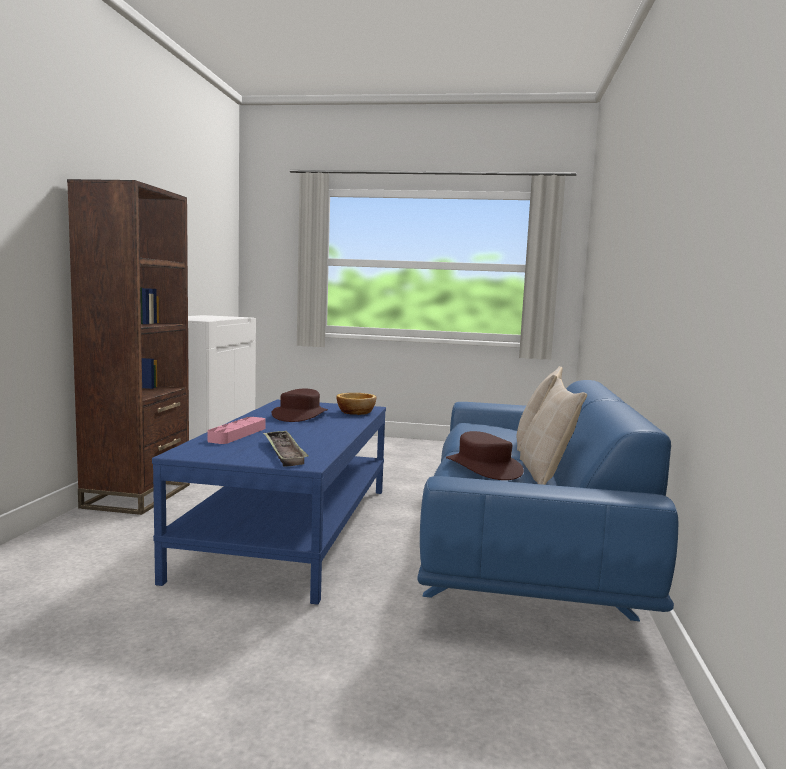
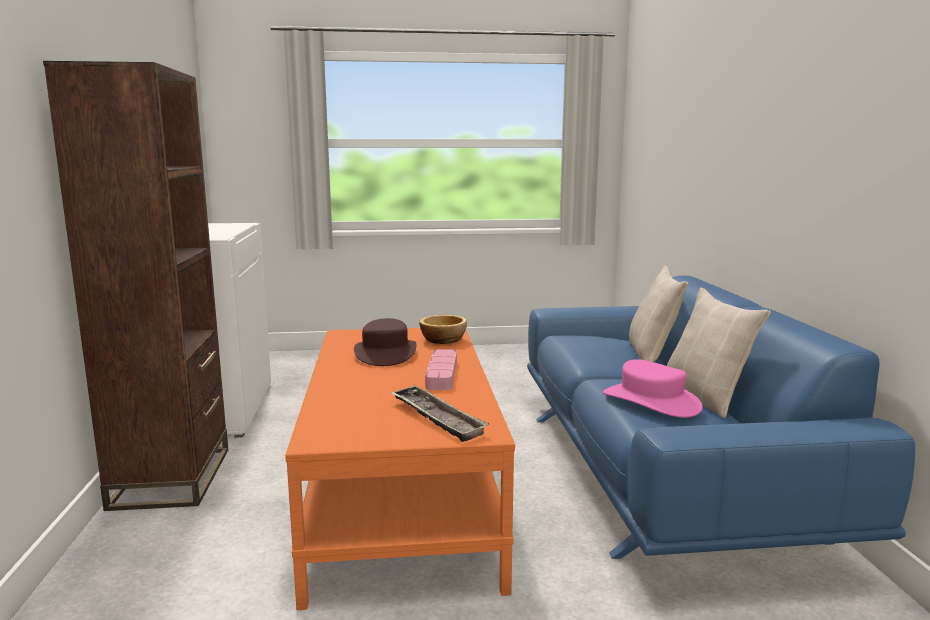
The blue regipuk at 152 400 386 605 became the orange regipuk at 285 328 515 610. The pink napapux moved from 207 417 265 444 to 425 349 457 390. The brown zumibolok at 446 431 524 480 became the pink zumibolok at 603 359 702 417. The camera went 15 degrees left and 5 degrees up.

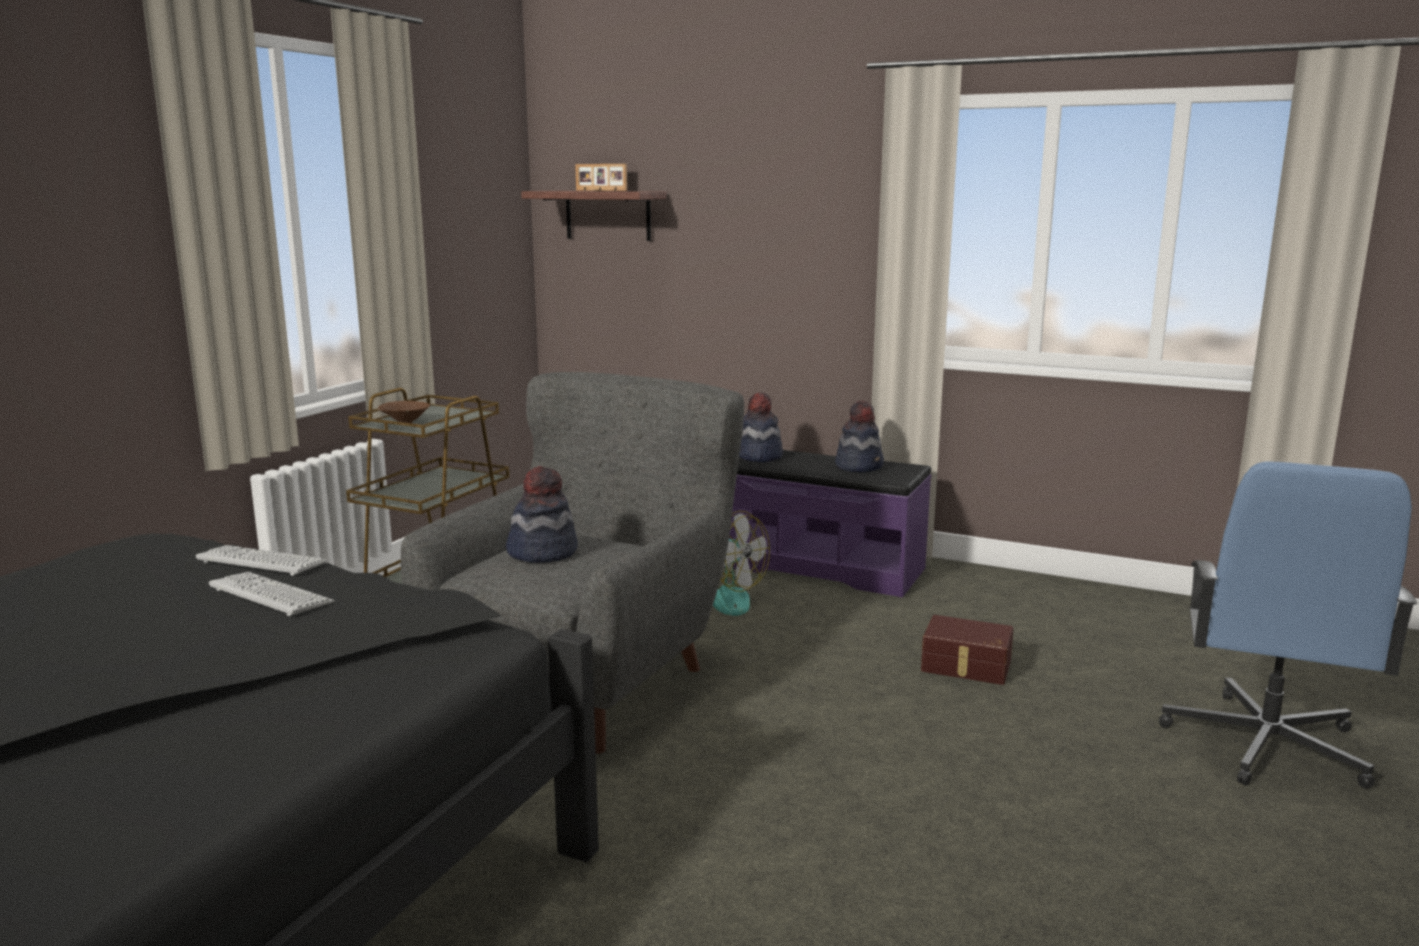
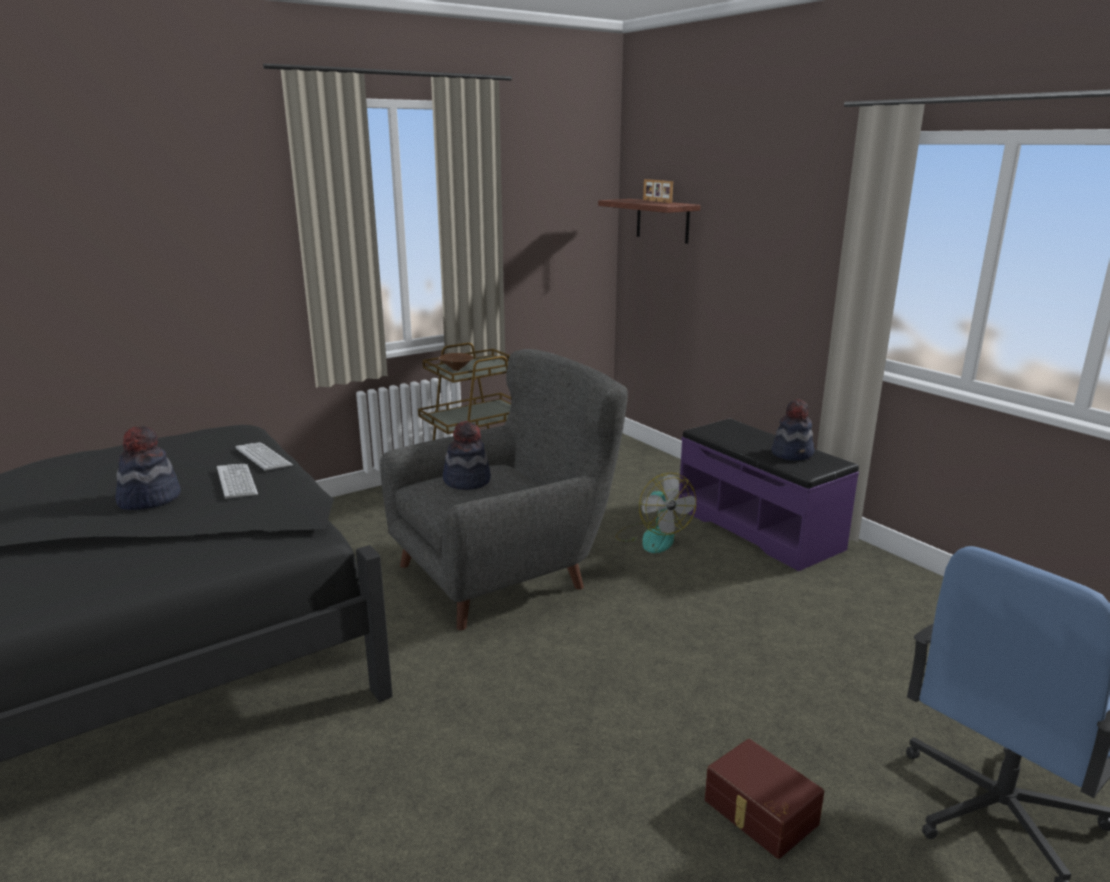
The zumibolok moved from 739 392 783 462 to 115 426 181 510. The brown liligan moved from 921 615 1014 685 to 705 739 824 859. The camera went 30 degrees right and 5 degrees up.

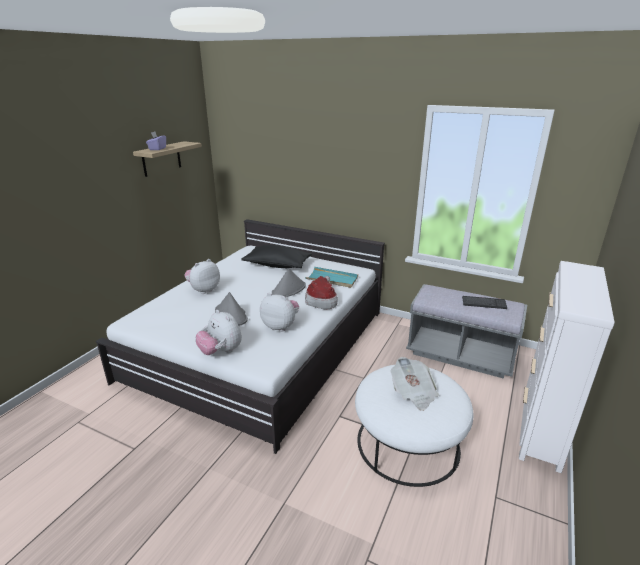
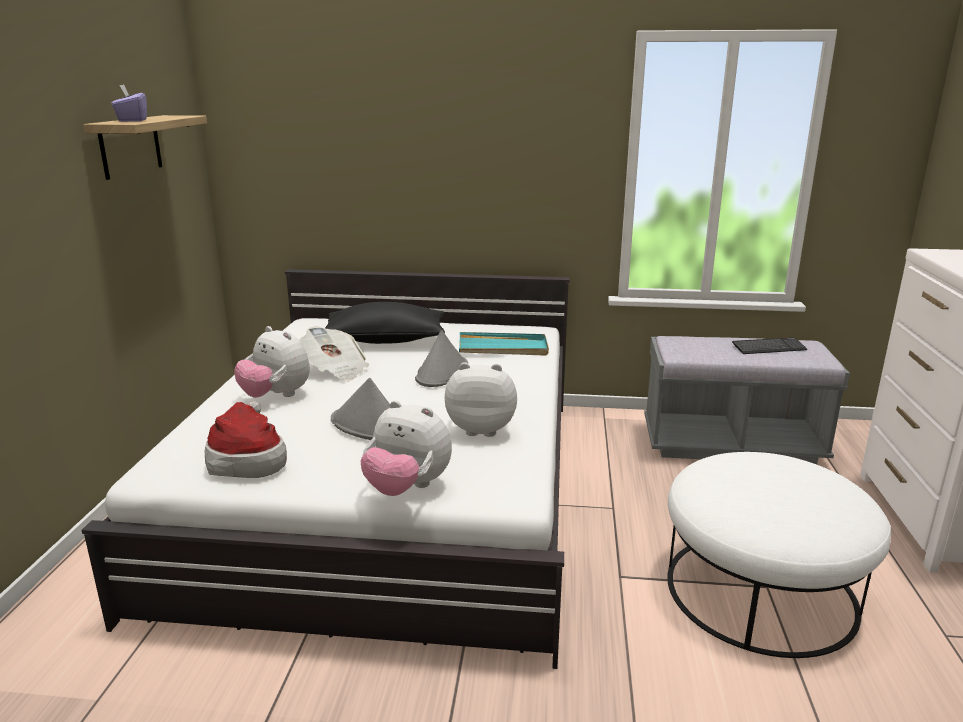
The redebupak at 184 259 220 294 turned 75 degrees counterclockwise. The zumibolok moved from 305 276 338 310 to 205 401 287 478. The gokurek moved from 391 357 439 411 to 299 326 369 382. The camera went 20 degrees left and 5 degrees down.

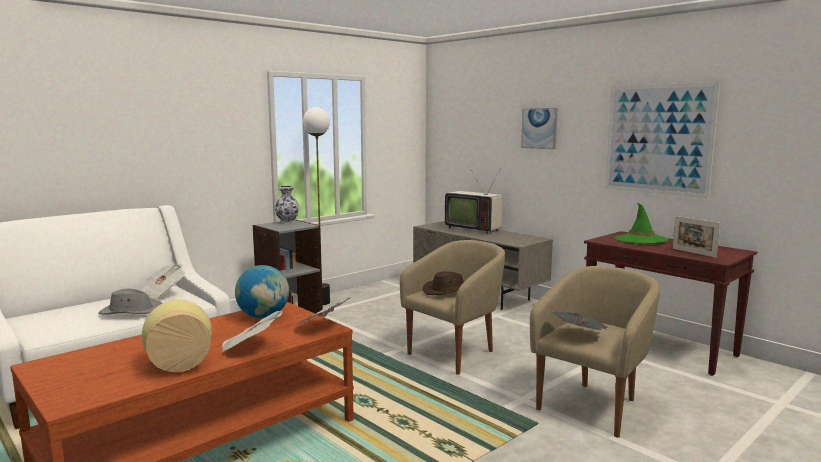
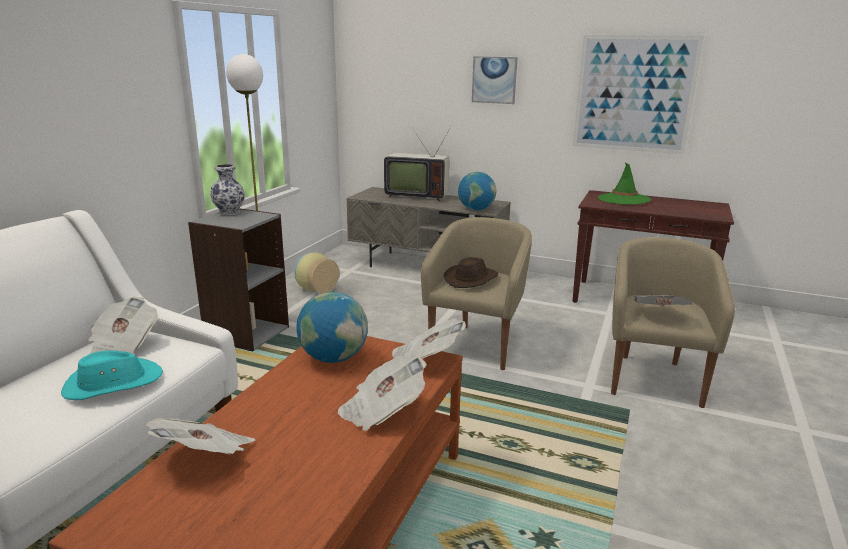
The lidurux at 672 216 720 258 disappeared. The grey zumibolok at 98 289 162 314 became the turquoise zumibolok at 61 351 163 400. The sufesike moved from 142 300 212 372 to 294 252 340 293. The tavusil at 458 172 496 210 appeared. The gokurek at 146 418 256 454 appeared. The camera went 25 degrees left and 10 degrees up.

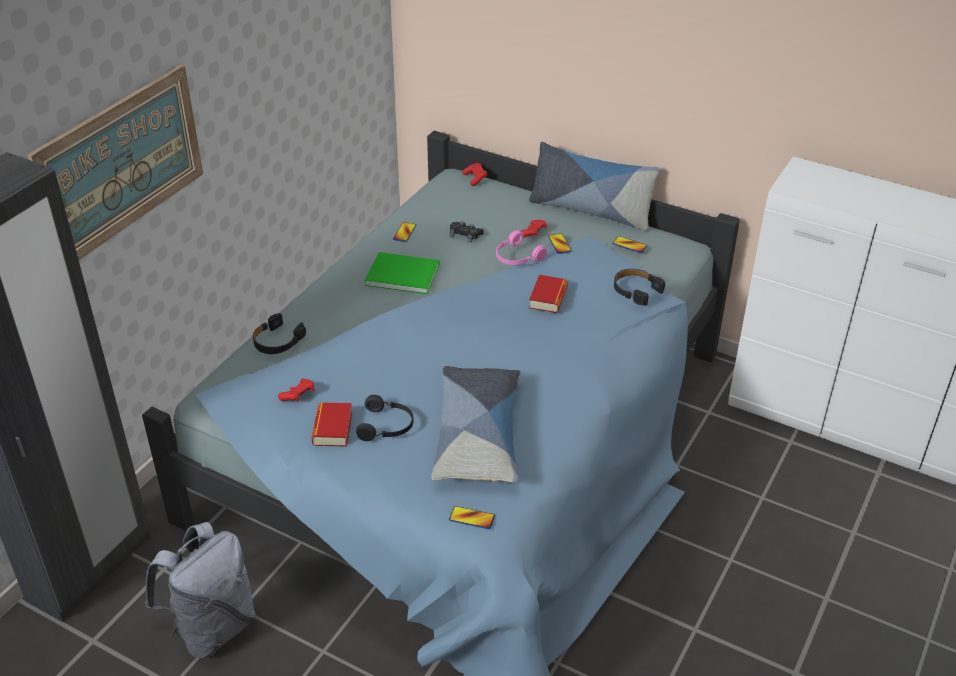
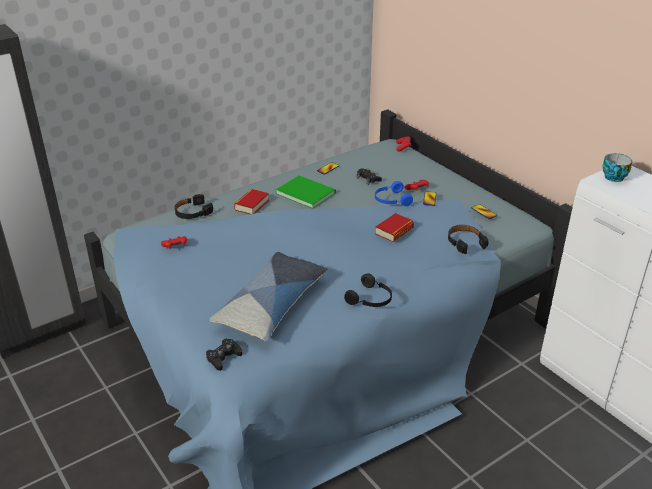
The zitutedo at 27 65 203 260 disappeared. The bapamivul at 529 142 660 231 disappeared. The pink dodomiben at 496 230 547 265 became the blue dodomiben at 375 181 413 206. The black dodomiben moved from 356 395 414 441 to 344 273 392 307. The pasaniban moved from 312 403 352 447 to 234 189 269 214. The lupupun at 449 506 495 529 was replaced by the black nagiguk at 206 339 242 371. The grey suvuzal at 145 522 256 658 disappeared. The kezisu at 603 153 632 182 appeared. The camera went 25 degrees right and 5 degrees down.

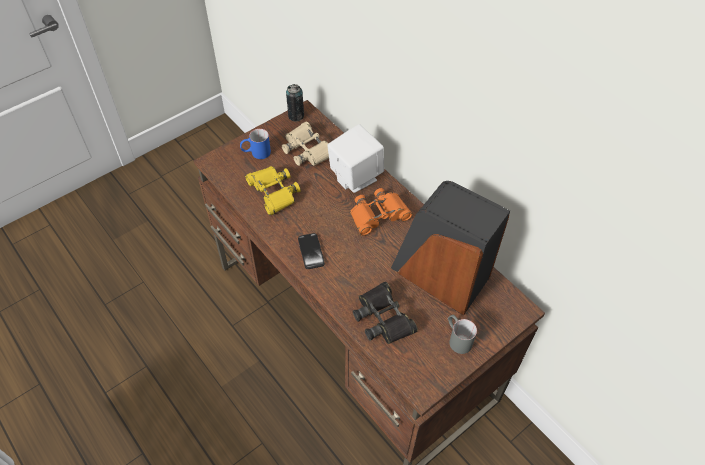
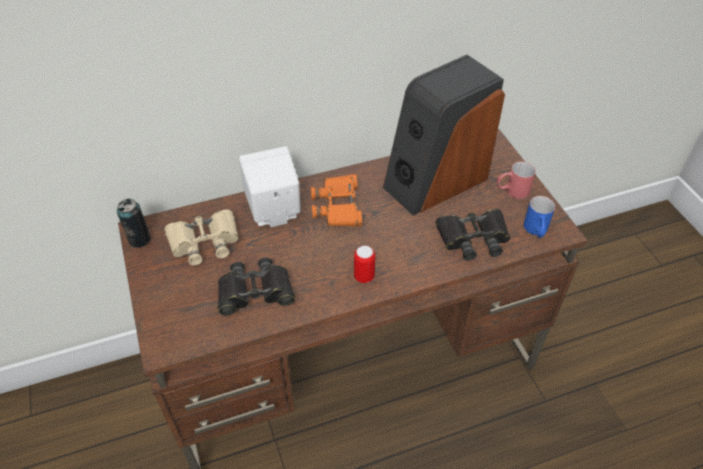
The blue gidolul moved from 240 129 271 159 to 524 196 555 238. The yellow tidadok at 245 166 300 215 became the black tidadok at 218 258 295 316. The lupupun at 298 233 325 269 was replaced by the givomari at 354 246 375 283. The grey gidolul at 448 315 477 354 became the red gidolul at 497 161 536 199. The camera went 70 degrees left and 5 degrees down.

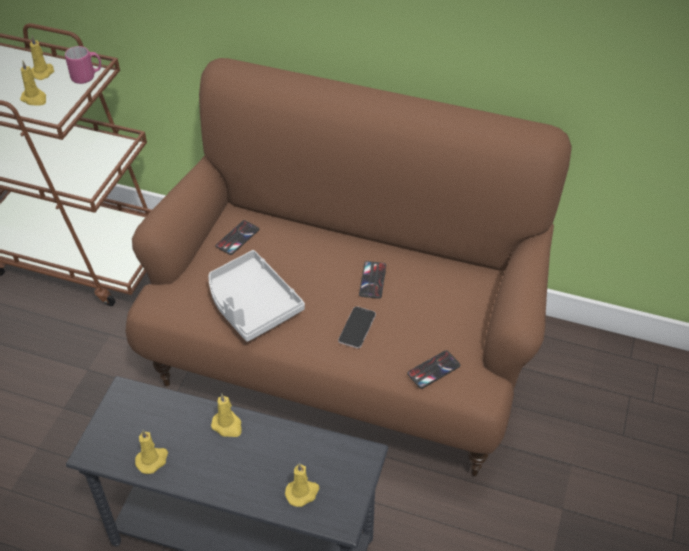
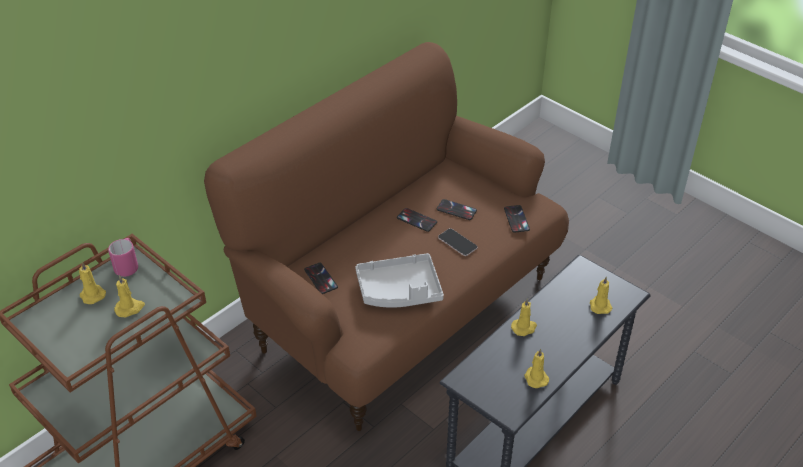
The lupupun at 436 199 477 220 appeared. The camera went 65 degrees left and 5 degrees down.

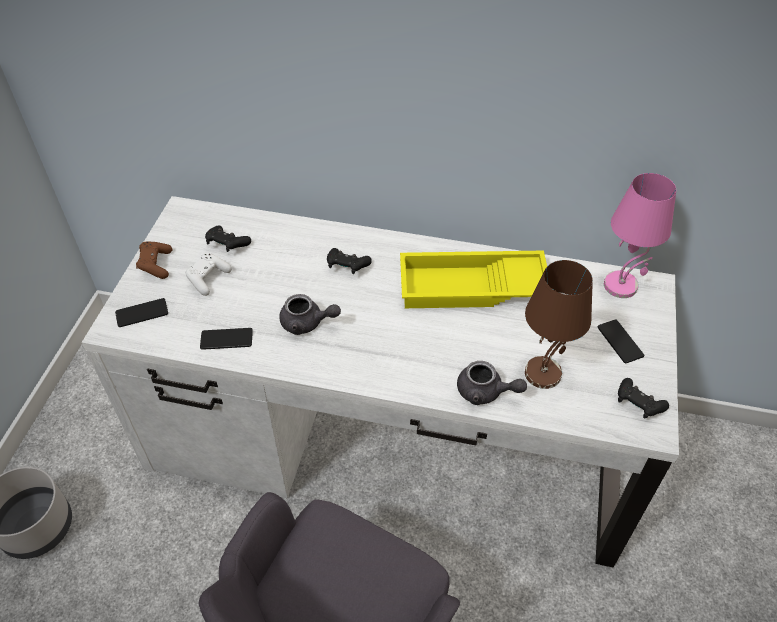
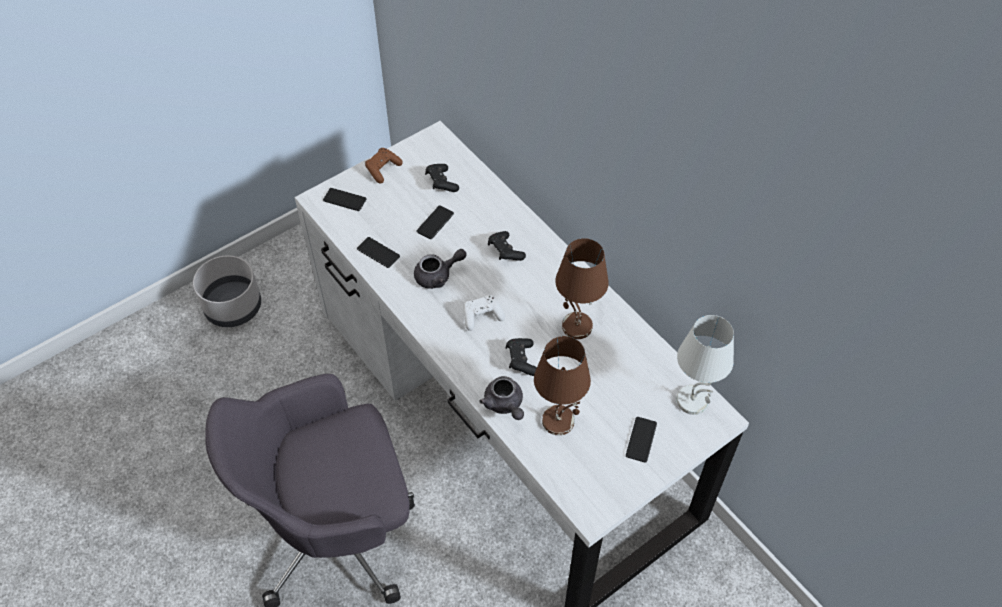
The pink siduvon at 604 173 676 298 became the white siduvon at 677 315 734 415. The yellow napapux at 400 250 547 308 was replaced by the brown siduvon at 555 238 609 339. The white nagiguk moved from 185 253 232 296 to 463 294 505 331. The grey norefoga at 279 294 341 335 turned 75 degrees counterclockwise. The black nagiguk moved from 618 378 669 419 to 506 338 537 376. The lupupun at 416 205 454 239 appeared. The camera went 40 degrees right and 5 degrees up.

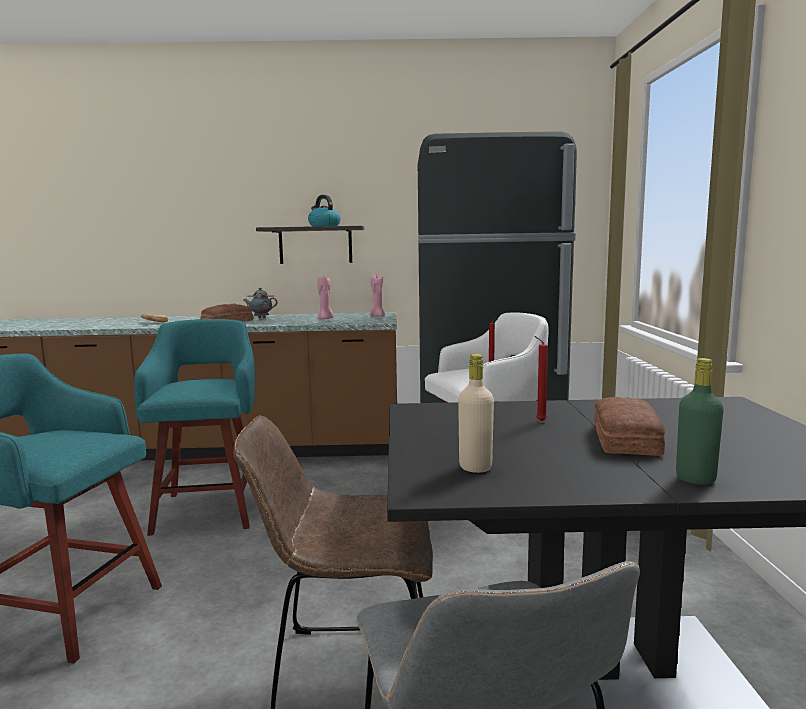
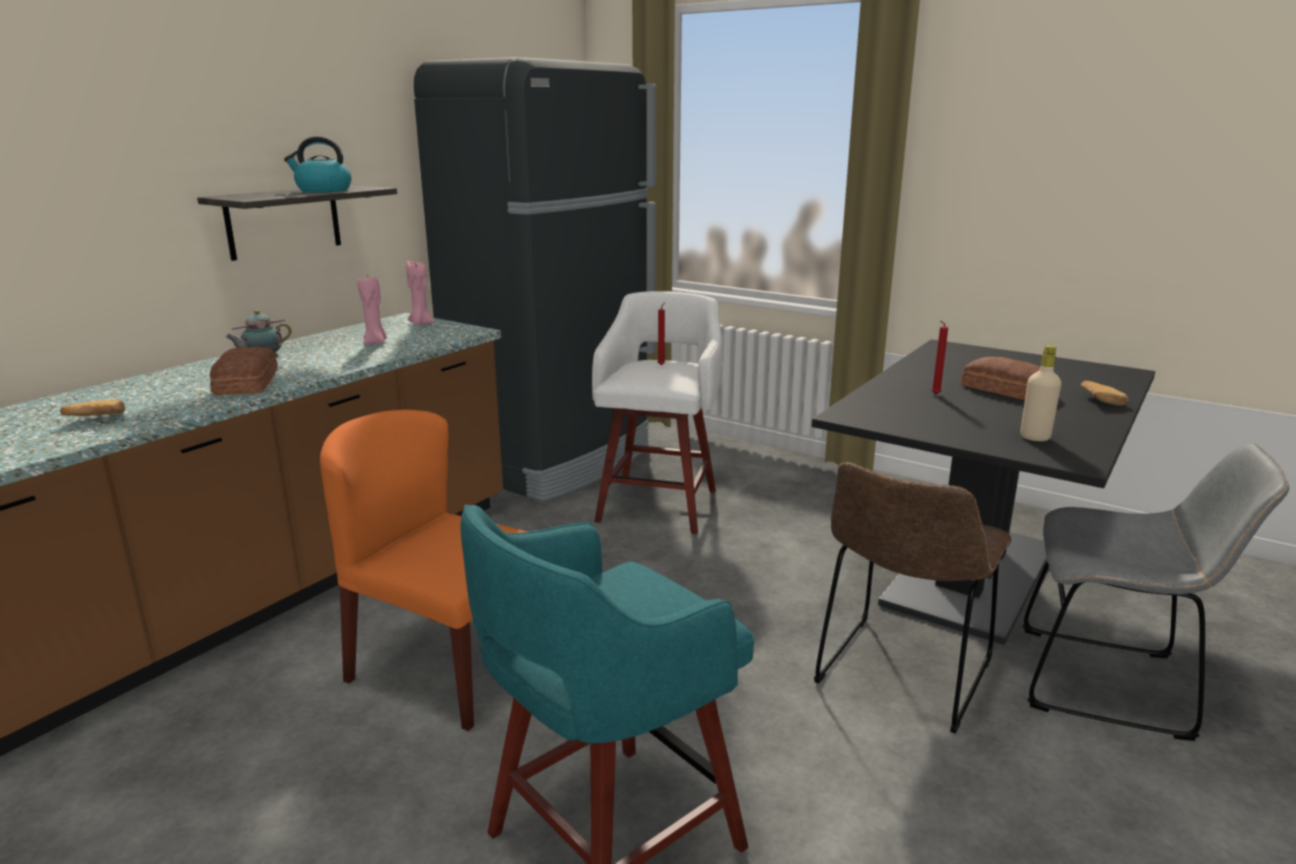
The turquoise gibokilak at 134 319 255 536 was replaced by the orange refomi at 320 410 528 731. The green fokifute at 676 358 724 485 was replaced by the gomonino at 1081 381 1128 406. The camera went 55 degrees left and 10 degrees up.

